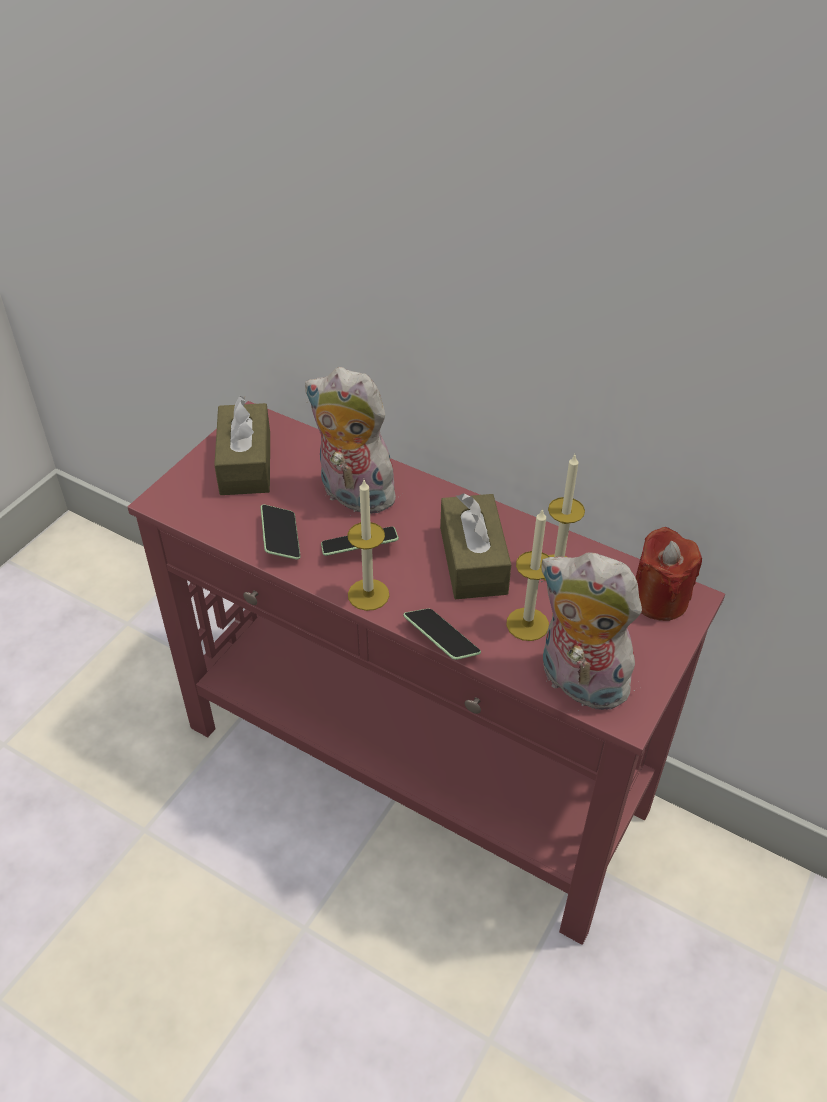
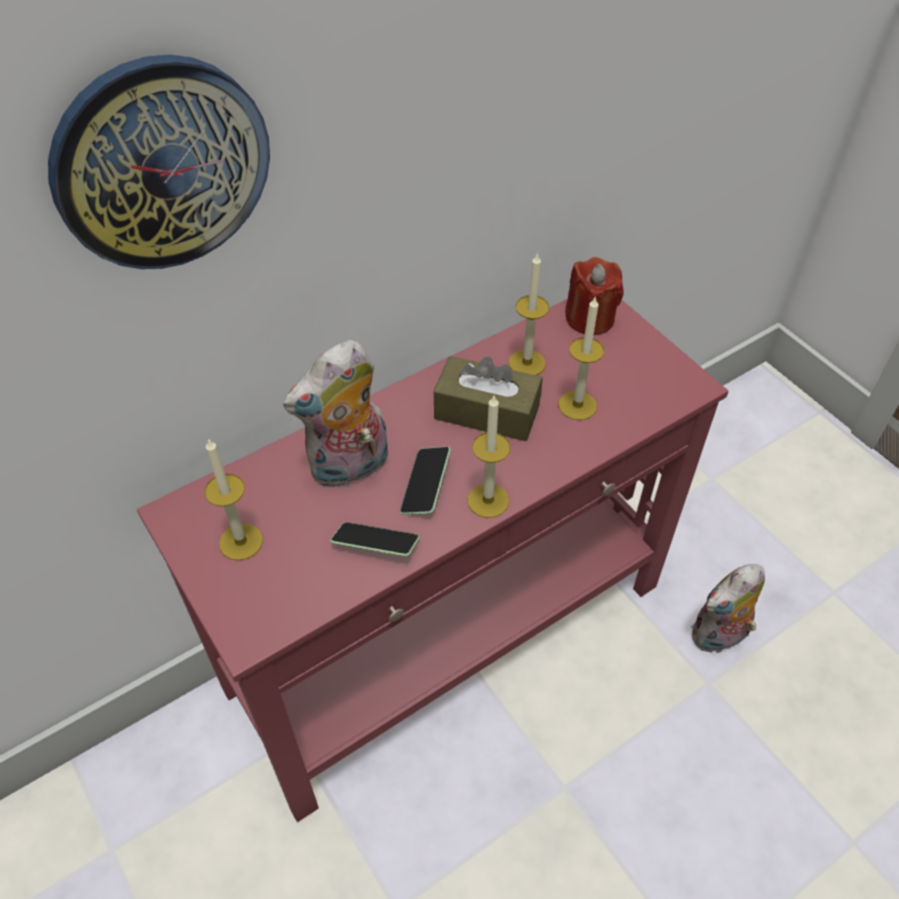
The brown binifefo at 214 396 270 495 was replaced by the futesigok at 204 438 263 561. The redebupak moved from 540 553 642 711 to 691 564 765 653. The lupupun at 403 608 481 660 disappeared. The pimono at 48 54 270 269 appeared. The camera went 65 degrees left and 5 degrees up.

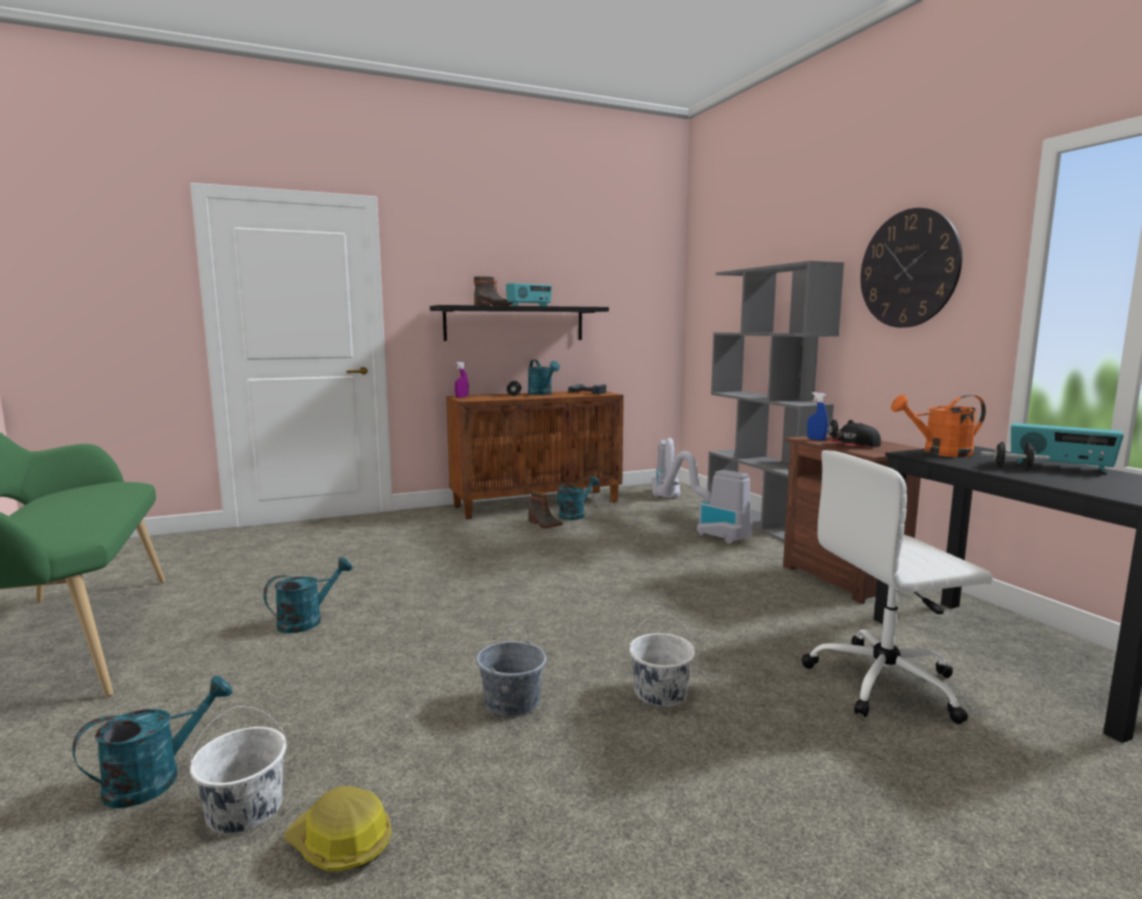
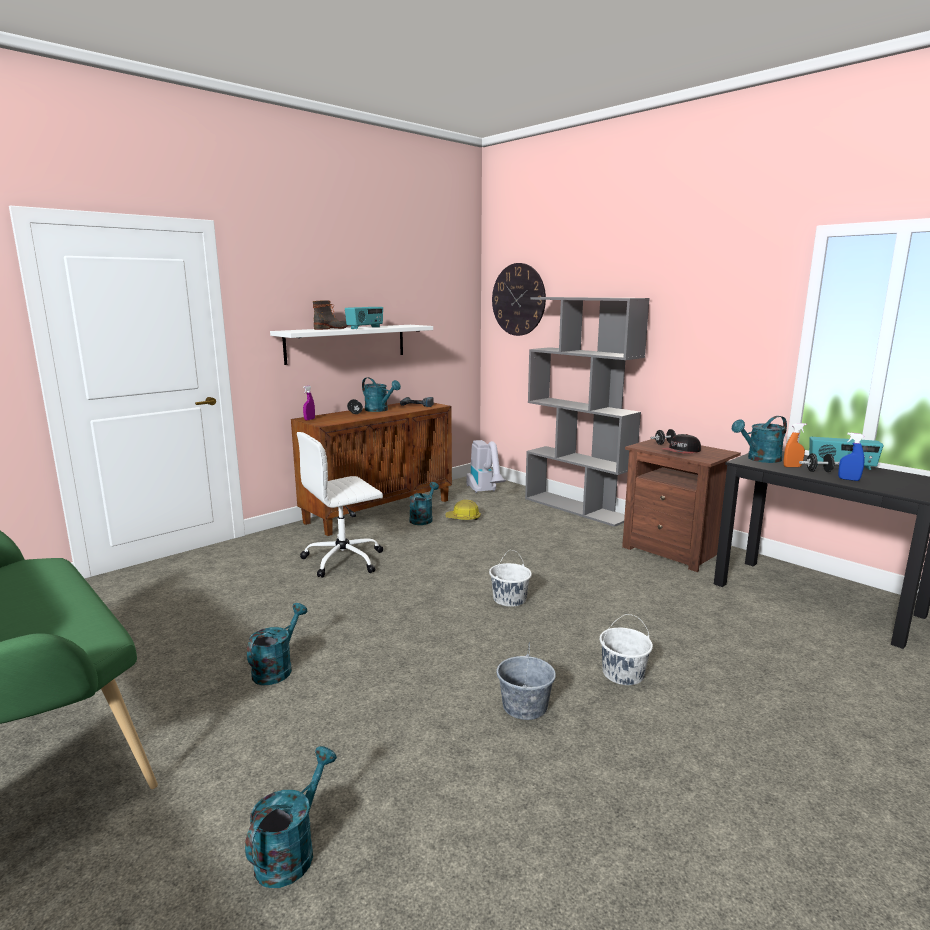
The pimono moved from 860 208 962 328 to 492 263 546 336. The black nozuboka at 430 305 609 341 became the white nozuboka at 270 325 433 365. The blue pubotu moved from 807 392 828 441 to 838 433 865 481. The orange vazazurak at 891 395 986 457 became the turquoise vazazurak at 732 416 787 463. The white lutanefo moved from 802 450 993 724 to 297 432 383 578. The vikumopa at 655 451 753 544 disappeared. The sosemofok at 529 491 563 528 disappeared. The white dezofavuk moved from 190 706 287 834 to 489 550 532 607. The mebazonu moved from 285 786 392 871 to 445 500 481 520. The orange pubotu at 784 423 806 467 appeared. The camera went 20 degrees left and 5 degrees up.

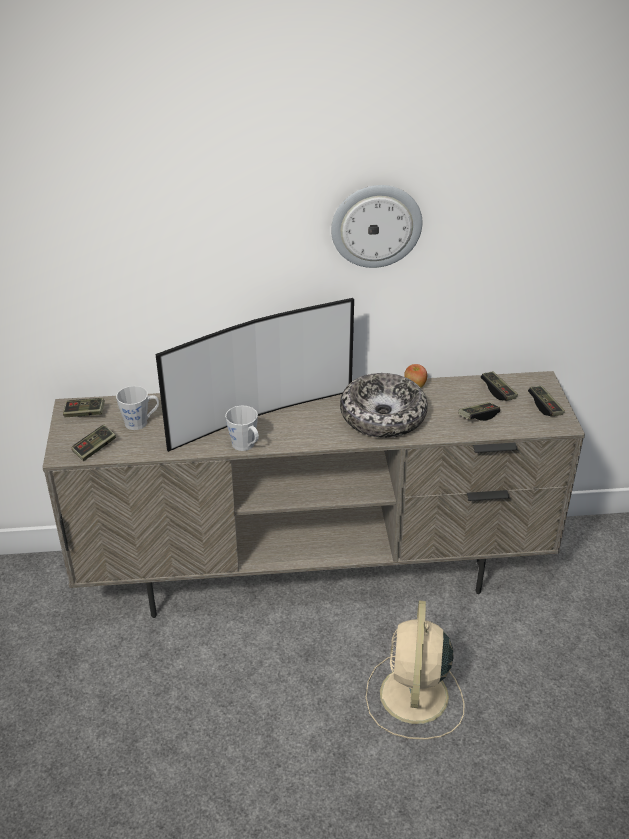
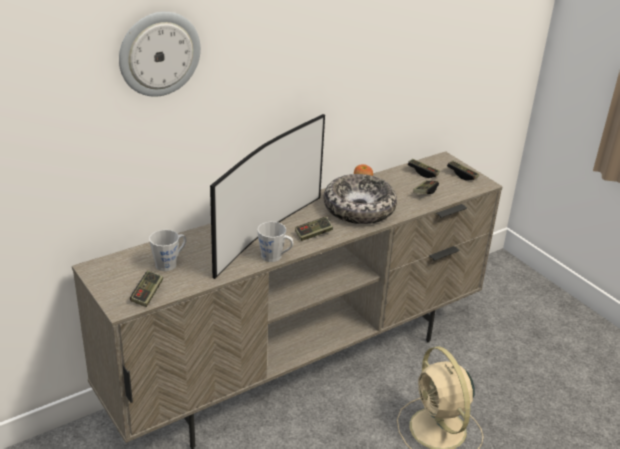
The pimono moved from 331 185 422 268 to 119 12 201 97. The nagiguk moved from 63 398 105 417 to 295 217 333 241. The camera went 30 degrees left and 5 degrees down.

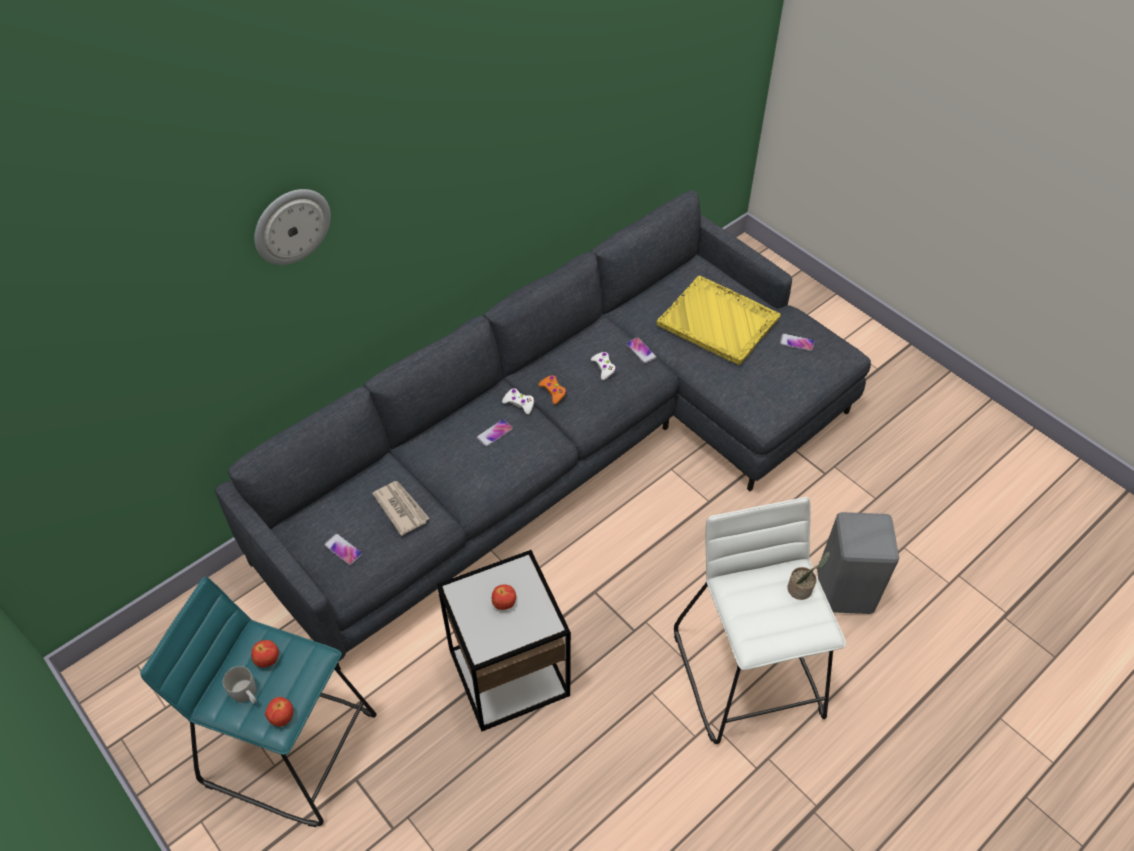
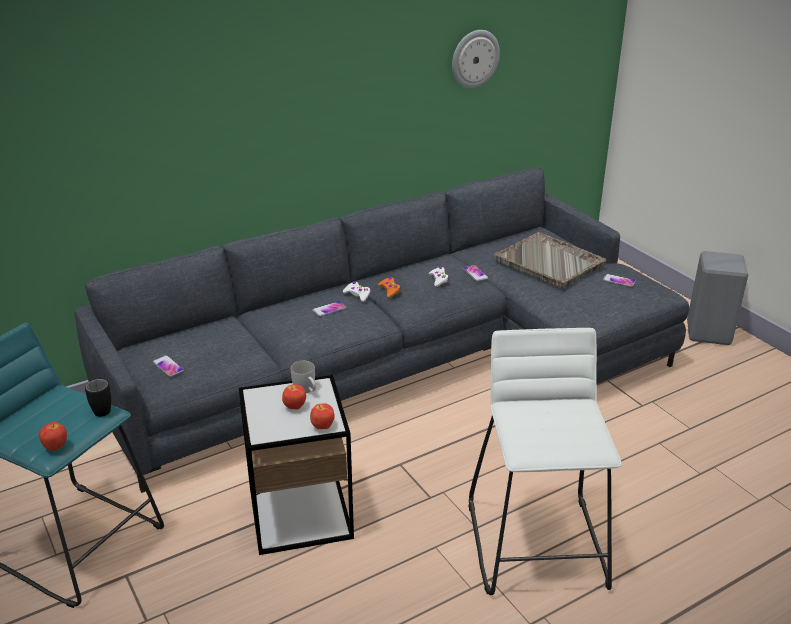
The pimono moved from 254 189 331 265 to 452 30 500 88. The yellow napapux at 657 276 781 365 became the grey napapux at 494 232 606 289. The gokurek at 372 481 430 536 disappeared. The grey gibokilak moved from 817 512 899 614 to 687 251 748 345. The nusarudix at 787 552 830 600 disappeared. The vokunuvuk moved from 251 640 279 667 to 310 404 335 429. The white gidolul moved from 223 666 257 704 to 291 361 316 393. The black gidolul at 85 377 111 417 appeared. The camera went 10 degrees right and 20 degrees down.

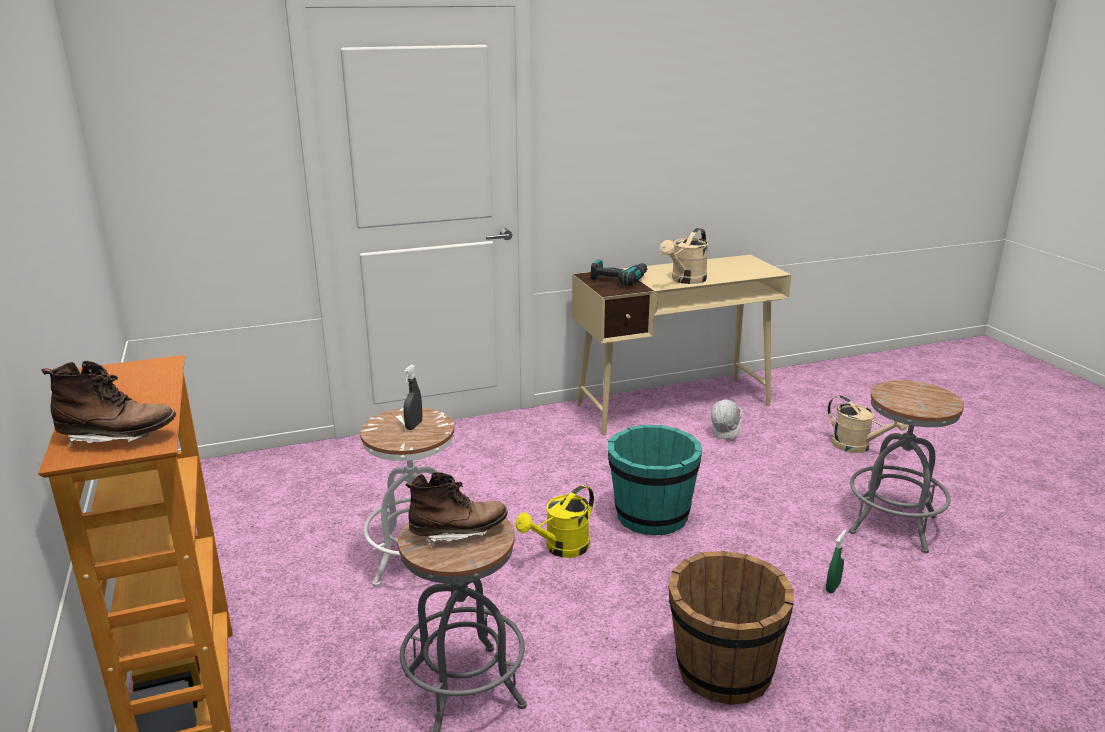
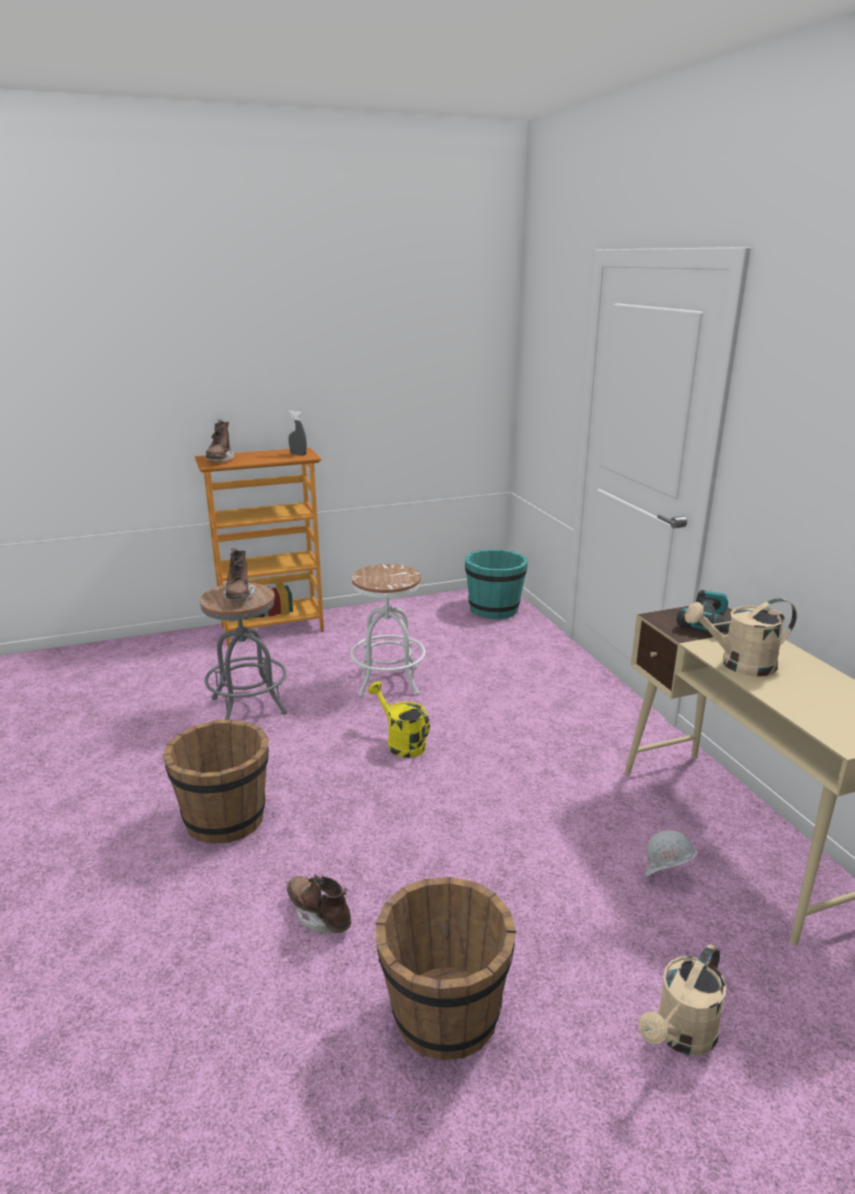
The beige vazazurak at 659 228 708 284 turned 45 degrees counterclockwise. The grey pubotu moved from 403 365 423 430 to 289 411 307 456. The grey gibokilak at 849 380 964 553 was replaced by the brown dezofavuk at 376 877 516 1060. The turquoise dezofavuk moved from 608 425 702 536 to 465 549 528 619. The green pubotu at 826 530 846 593 was replaced by the brown sosemofok at 287 875 351 936. The camera went 90 degrees right and 0 degrees up.

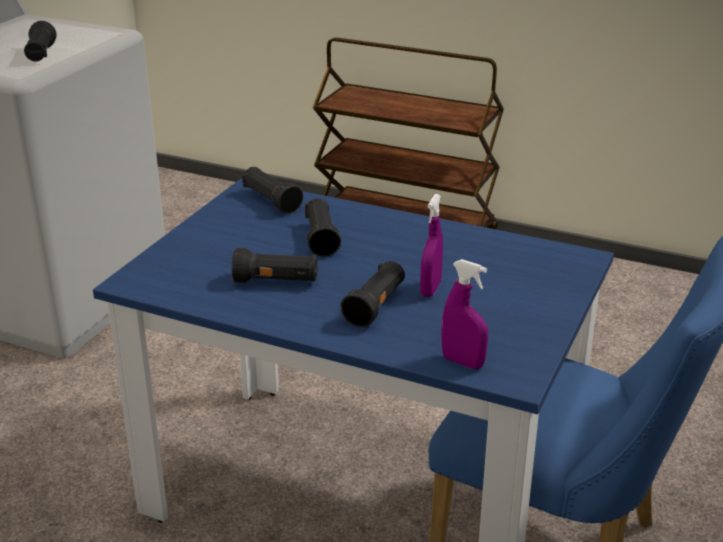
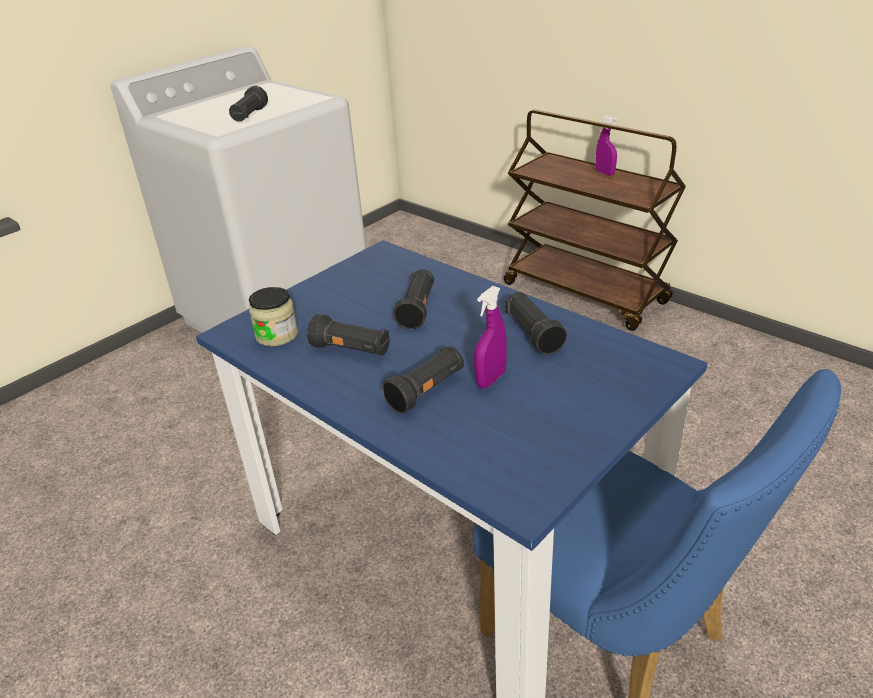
The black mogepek moved from 242 167 303 214 to 505 292 567 354. The purple pubotu moved from 441 259 488 369 to 595 115 618 176. The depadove at 249 287 298 346 appeared. The camera went 20 degrees right and 5 degrees up.

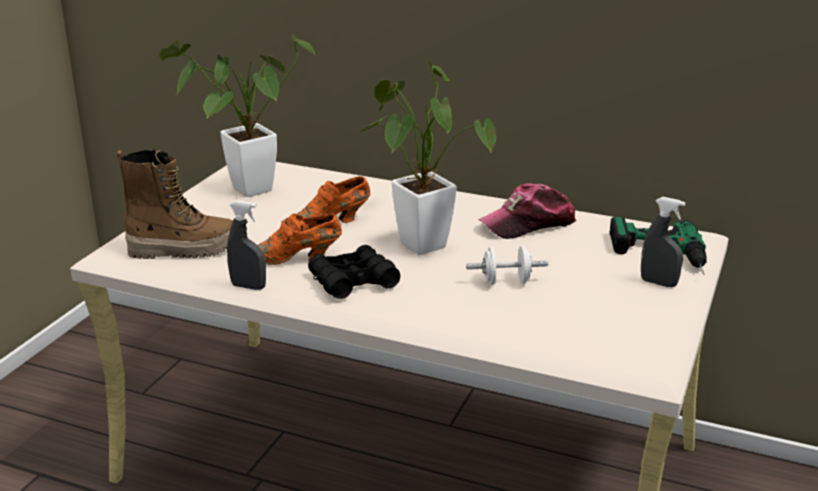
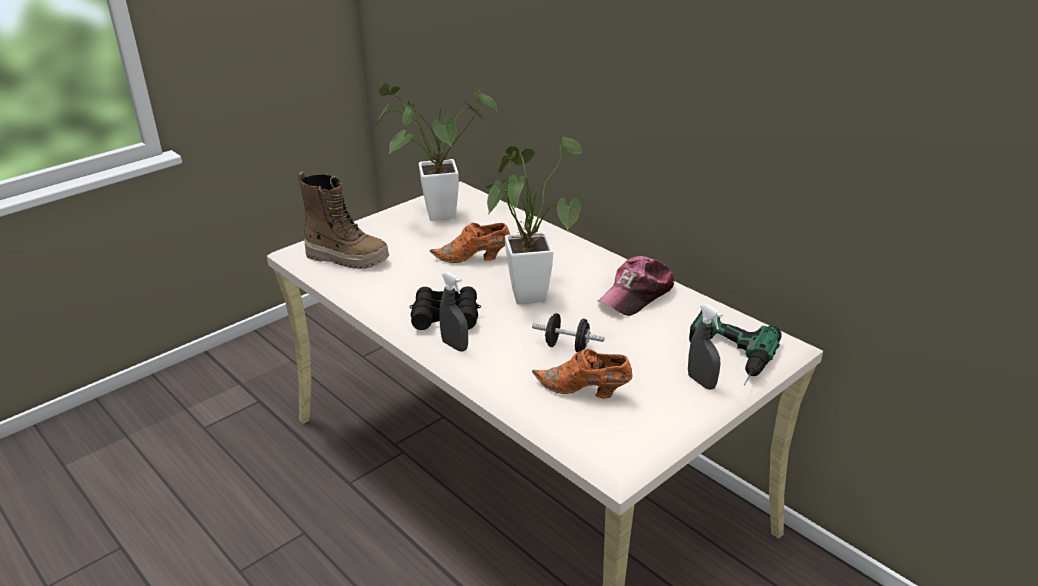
The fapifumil at 479 183 577 239 turned 45 degrees counterclockwise. The grey pubotu moved from 227 200 266 290 to 439 272 468 352. The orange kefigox moved from 258 213 342 265 to 532 349 633 399. The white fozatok at 466 246 548 285 became the black fozatok at 532 313 605 352. The camera went 25 degrees right and 5 degrees up.

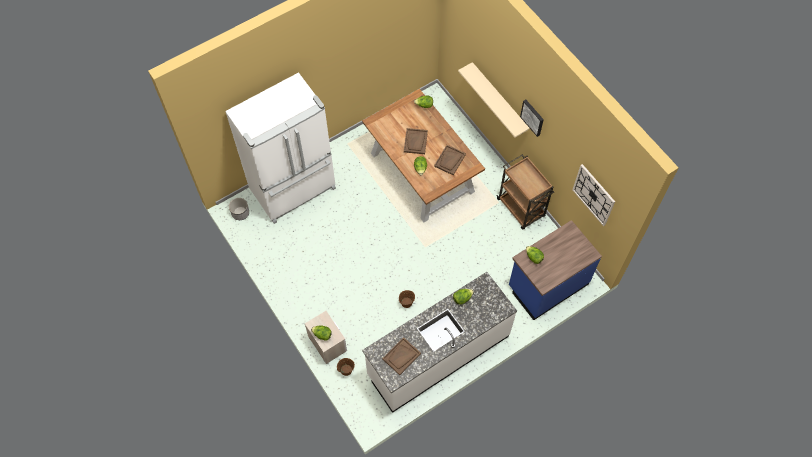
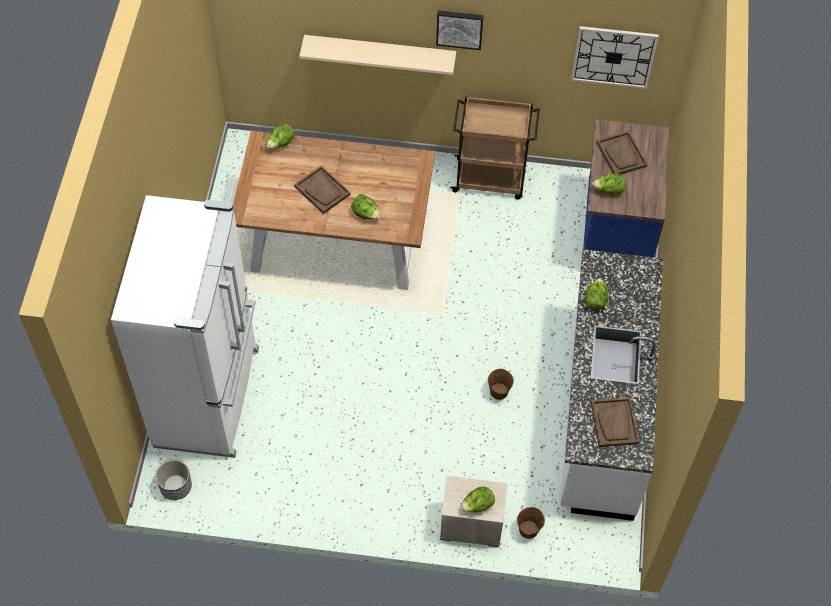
The brown napapux moved from 434 145 466 175 to 596 131 647 174. The camera went 50 degrees left and 5 degrees down.

